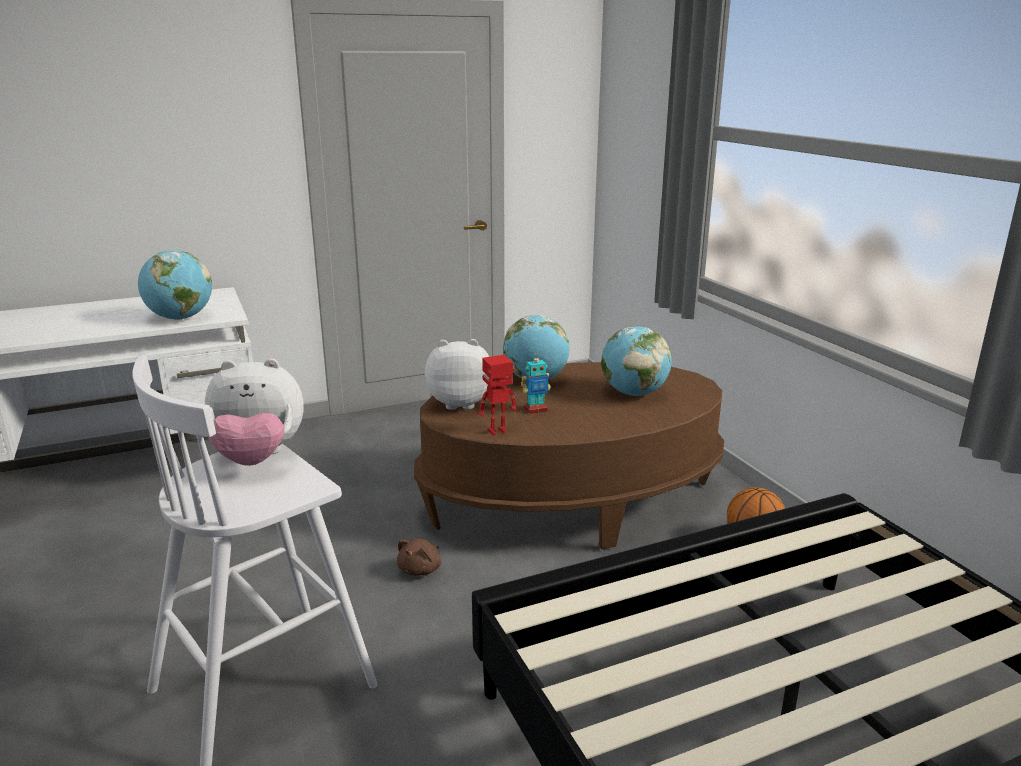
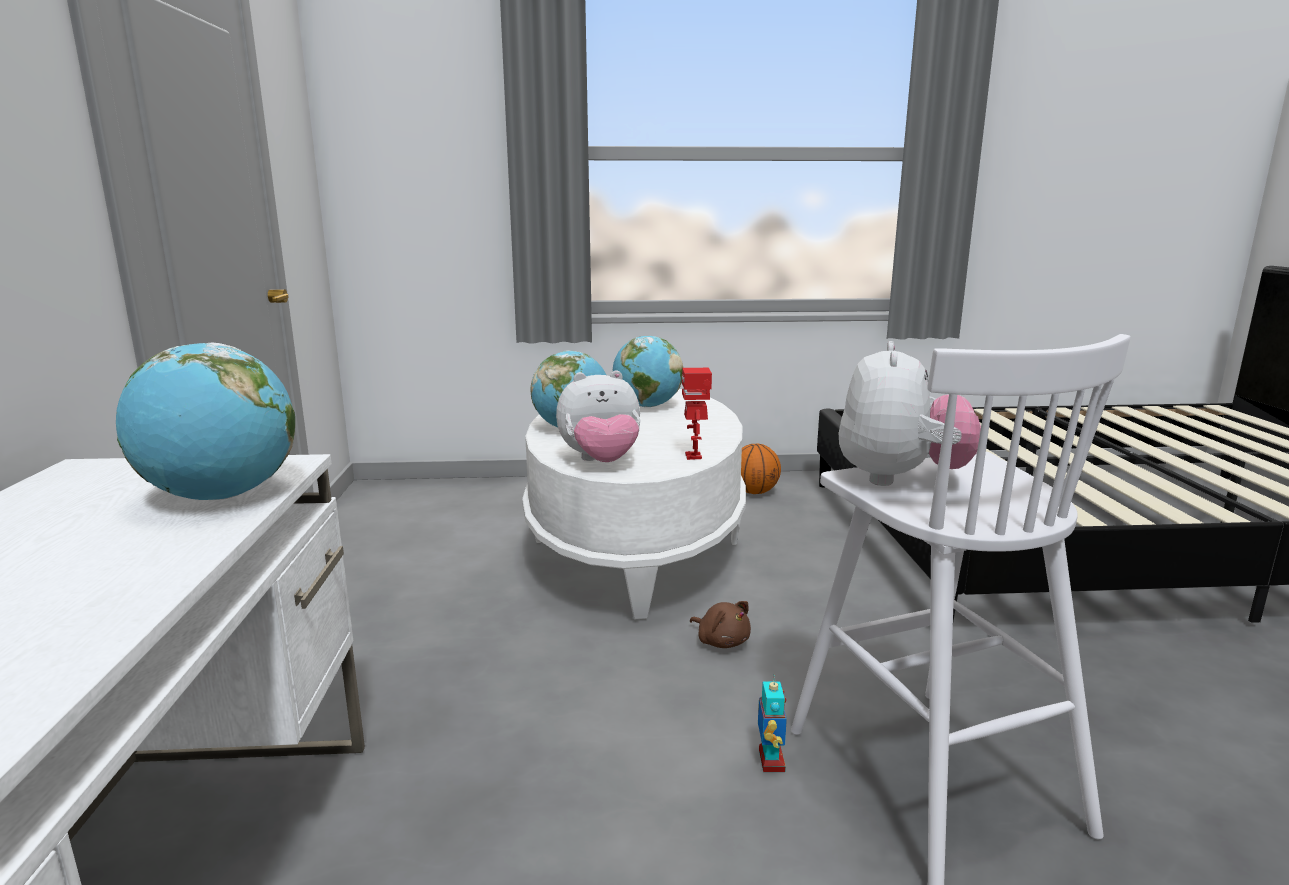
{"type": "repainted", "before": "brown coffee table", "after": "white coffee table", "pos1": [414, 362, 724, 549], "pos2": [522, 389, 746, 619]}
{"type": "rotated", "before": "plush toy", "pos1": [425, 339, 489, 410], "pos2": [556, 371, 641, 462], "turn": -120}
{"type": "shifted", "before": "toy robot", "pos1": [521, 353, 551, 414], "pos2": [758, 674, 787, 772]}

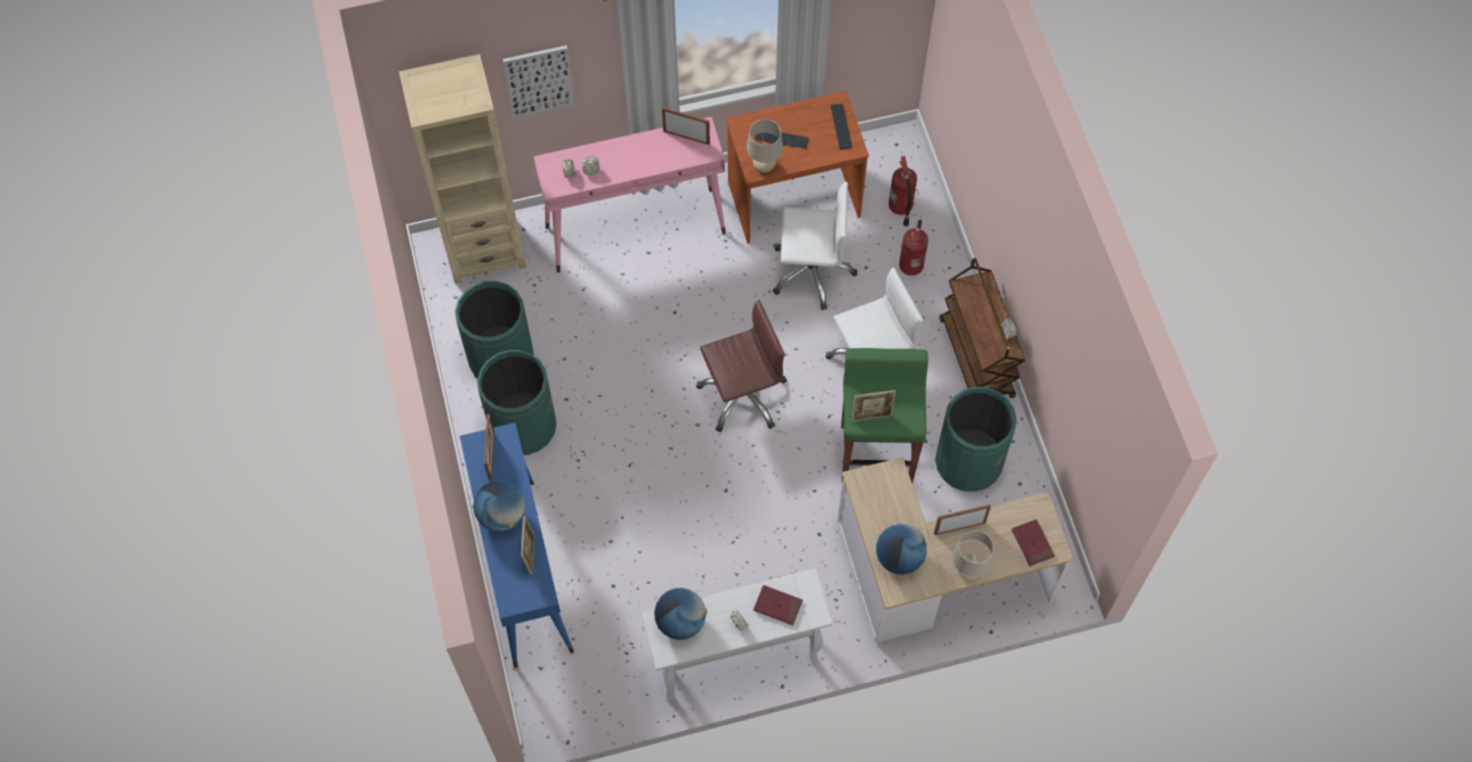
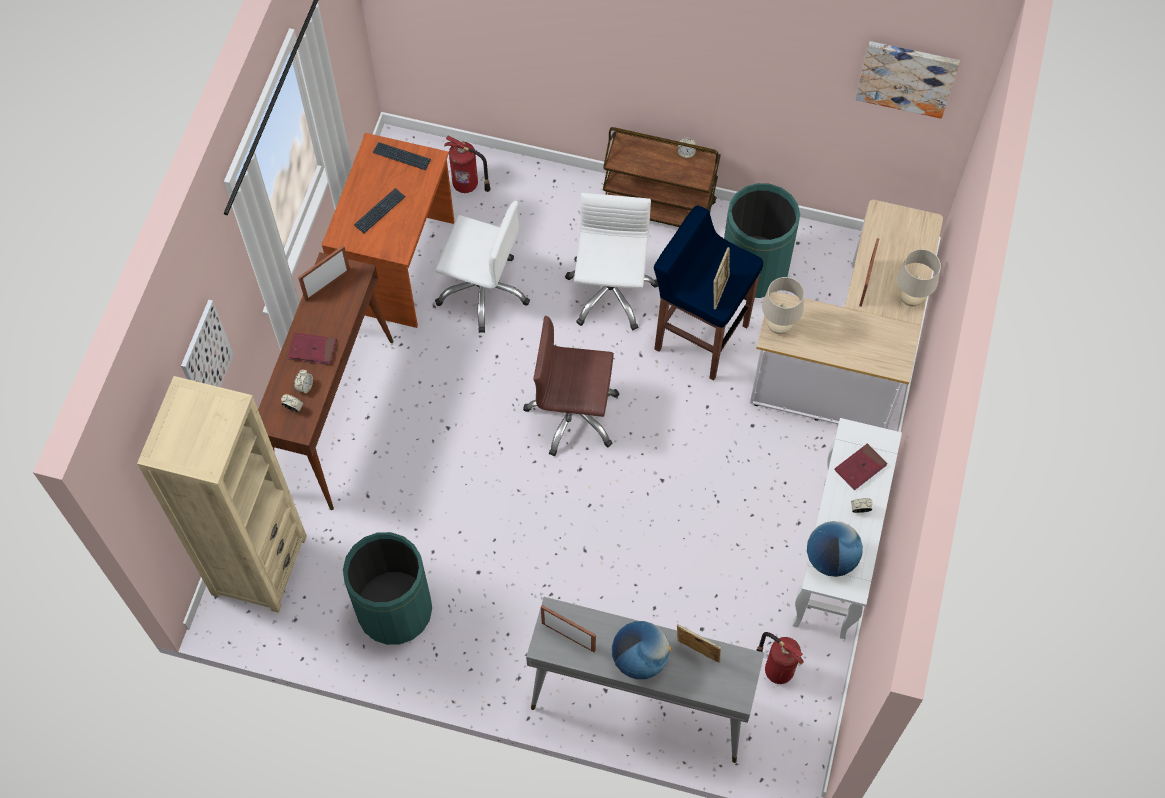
{"type": "repainted", "before": "blue console table", "after": "grey console table", "pos1": [460, 423, 574, 668], "pos2": [526, 597, 764, 763]}
{"type": "gone", "before": "green trash can", "pos1": [477, 350, 557, 455]}
{"type": "repainted", "before": "pink console table", "after": "brown console table", "pos1": [534, 117, 726, 273], "pos2": [258, 252, 394, 510]}
{"type": "rotated", "before": "brown office chair", "pos1": [696, 300, 787, 432], "pos2": [523, 315, 619, 456], "turn": -90}
{"type": "shifted", "before": "beige table lamp", "pos1": [747, 119, 783, 173], "pos2": [762, 277, 804, 334]}
{"type": "rotated", "before": "white office chair", "pos1": [773, 182, 857, 310], "pos2": [435, 201, 530, 333], "turn": 75}
{"type": "repainted", "before": "green stool", "after": "blue stool", "pos1": [841, 348, 928, 483], "pos2": [654, 205, 763, 380]}
{"type": "gone", "before": "globe", "pos1": [876, 524, 927, 574]}
{"type": "shifted", "before": "fire extinguisher", "pos1": [899, 220, 928, 276], "pos2": [756, 632, 804, 684]}
{"type": "shifted", "before": "red book", "pos1": [1012, 519, 1055, 566], "pos2": [287, 332, 337, 365]}
{"type": "new", "after": "picture", "pos2": [855, 41, 960, 119]}

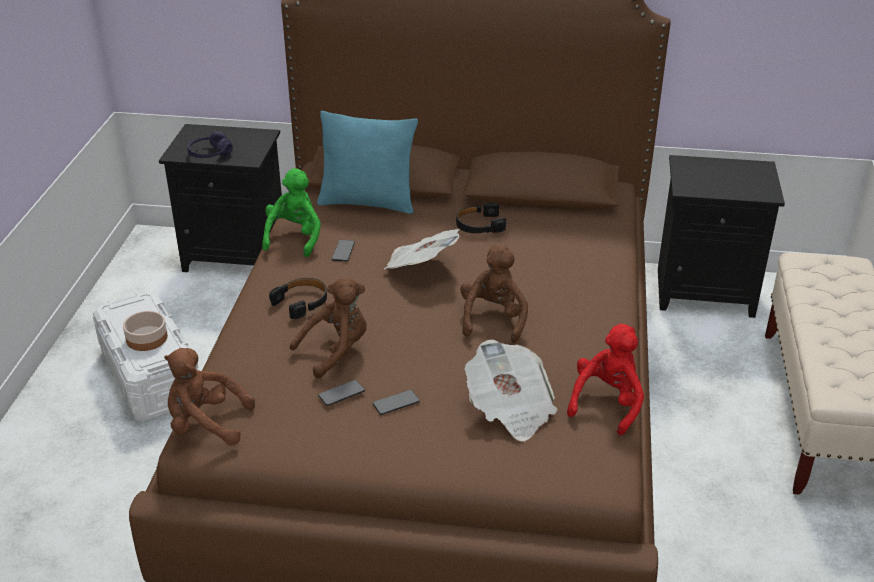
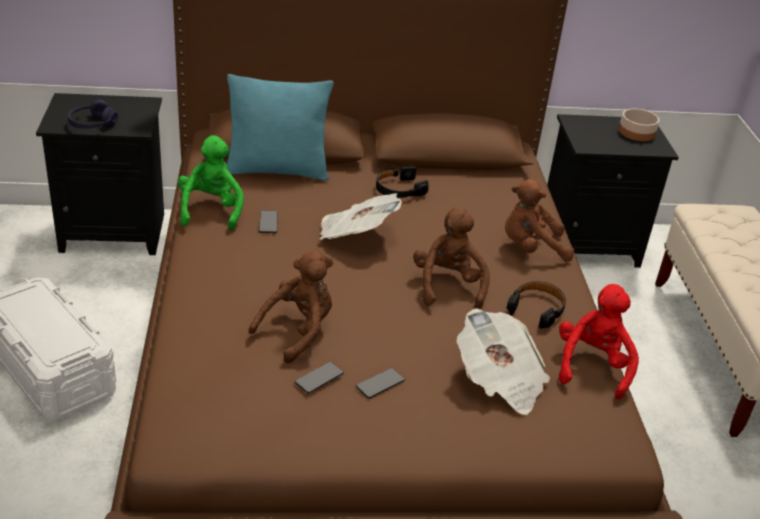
{"type": "shifted", "before": "bowl", "pos1": [123, 311, 168, 351], "pos2": [619, 108, 660, 141]}
{"type": "shifted", "before": "brown plush toy", "pos1": [164, 348, 255, 446], "pos2": [505, 179, 574, 262]}
{"type": "shifted", "before": "black headphones", "pos1": [269, 278, 327, 319], "pos2": [507, 281, 566, 329]}

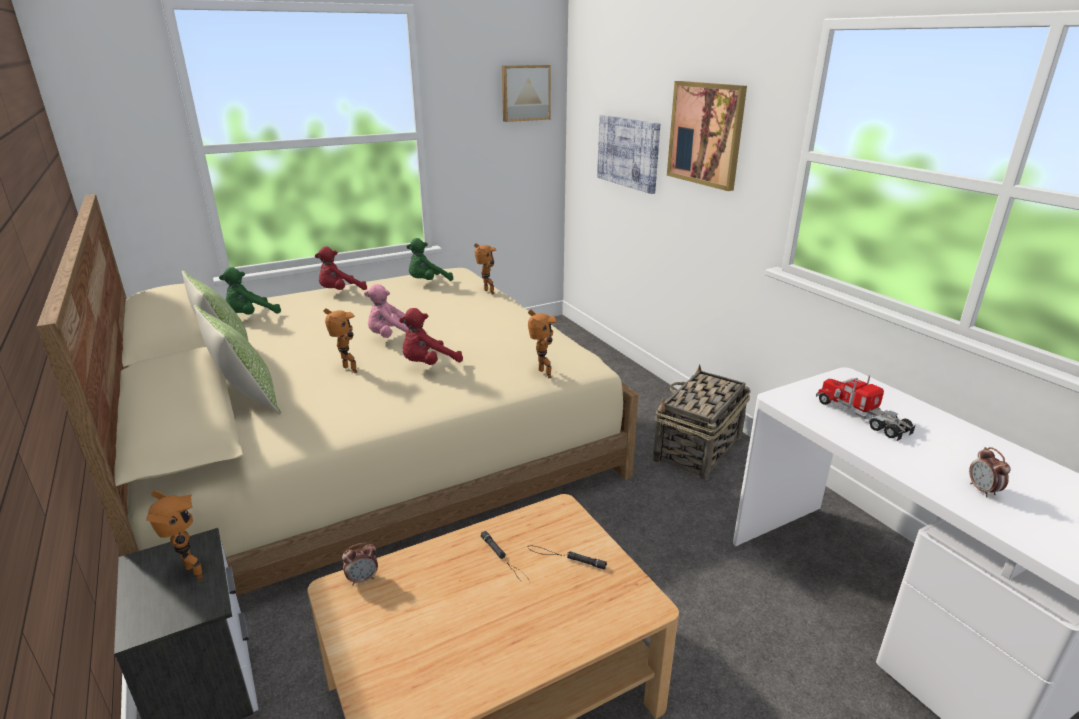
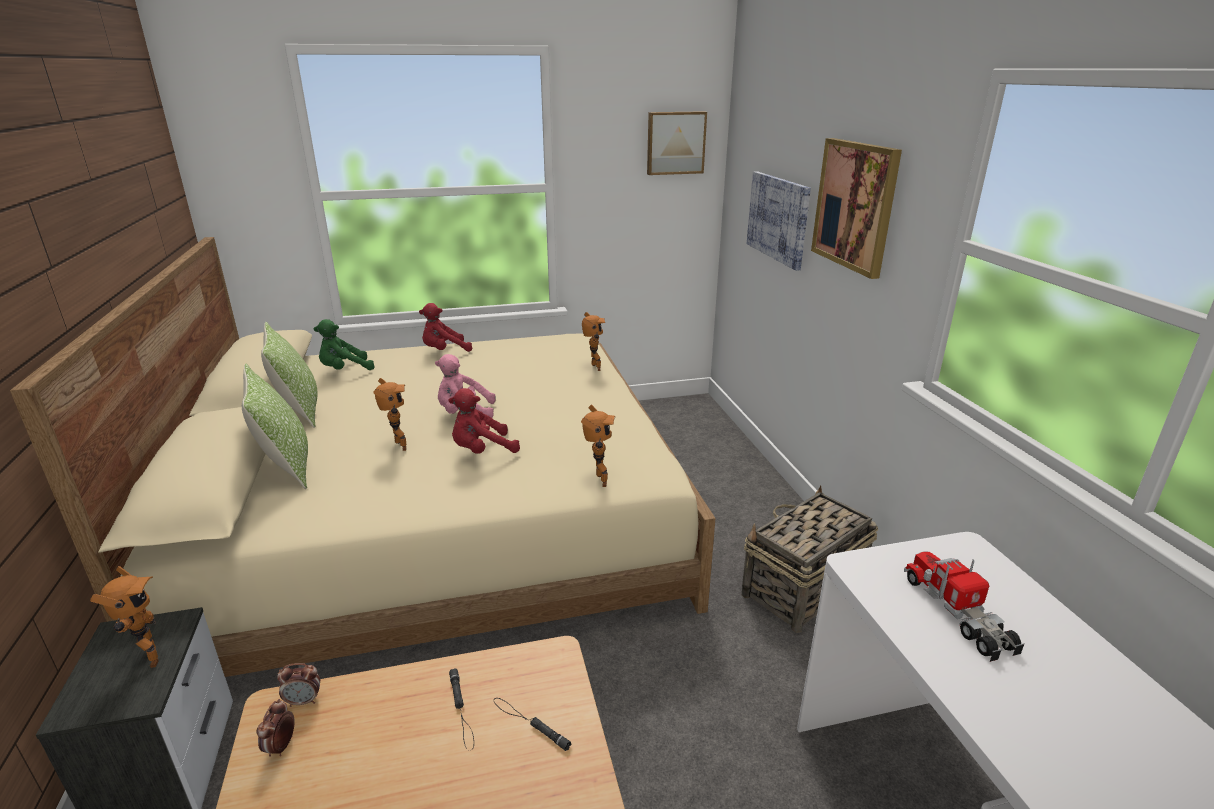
{"type": "gone", "before": "green plush toy", "pos1": [406, 238, 453, 281]}
{"type": "shifted", "before": "alarm clock", "pos1": [969, 447, 1011, 497], "pos2": [257, 699, 295, 757]}

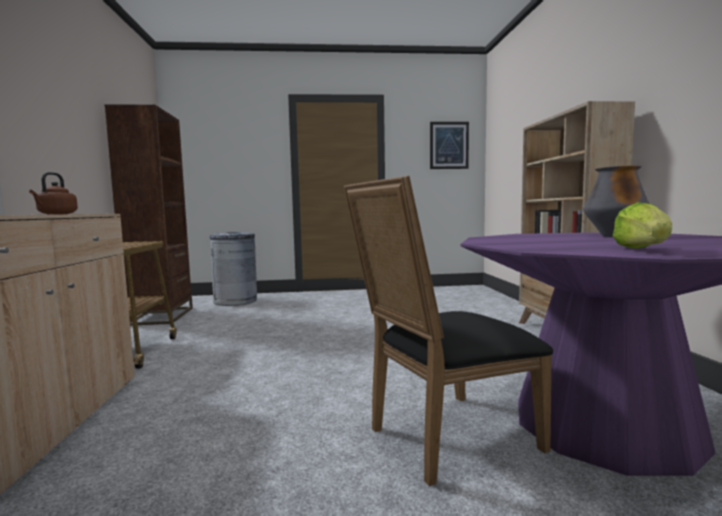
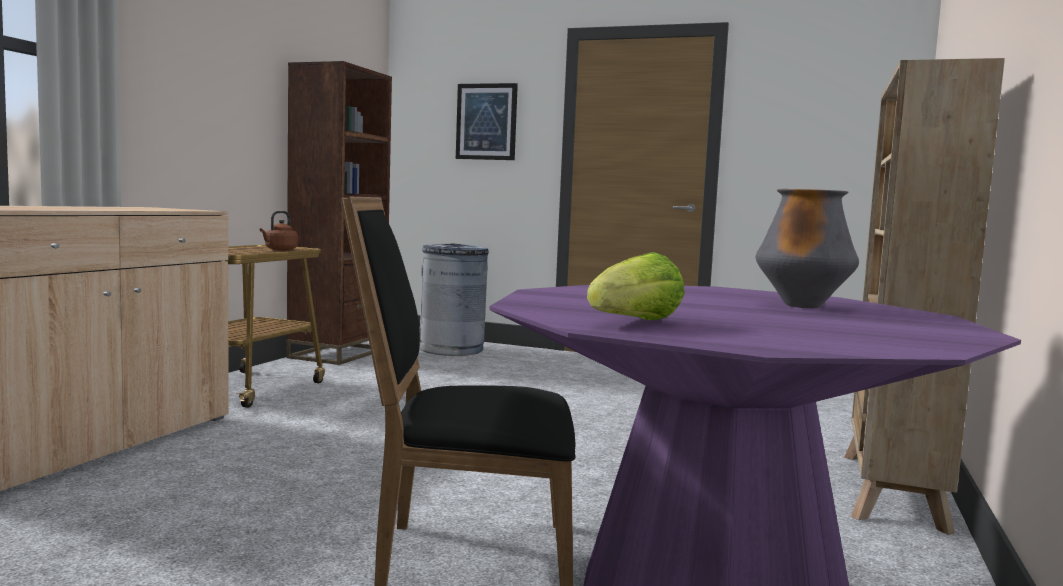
{"type": "shifted", "before": "brown kettle", "pos1": [29, 172, 78, 215], "pos2": [260, 211, 298, 251]}
{"type": "shifted", "before": "picture", "pos1": [430, 122, 469, 169], "pos2": [456, 83, 518, 160]}

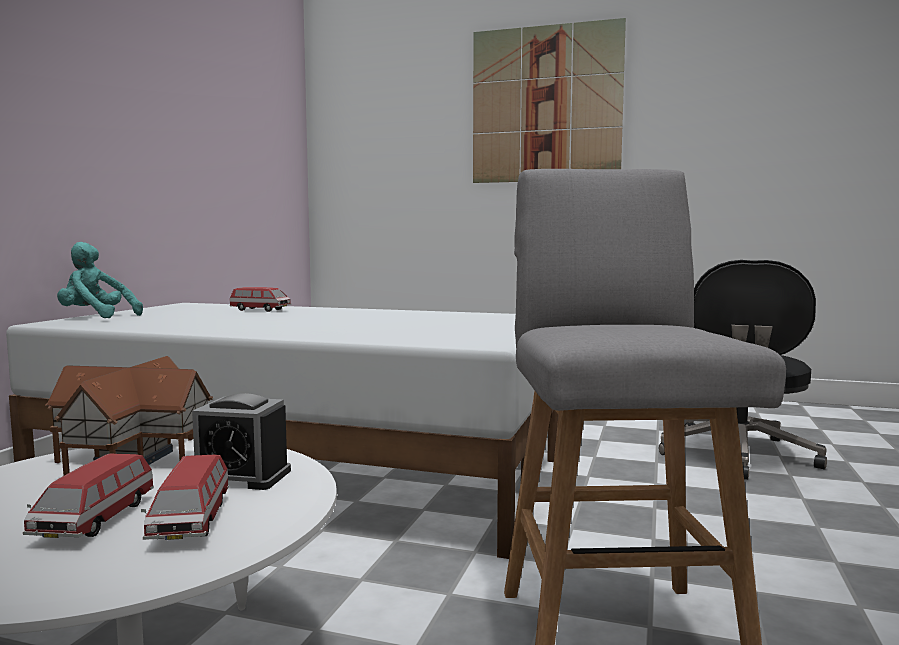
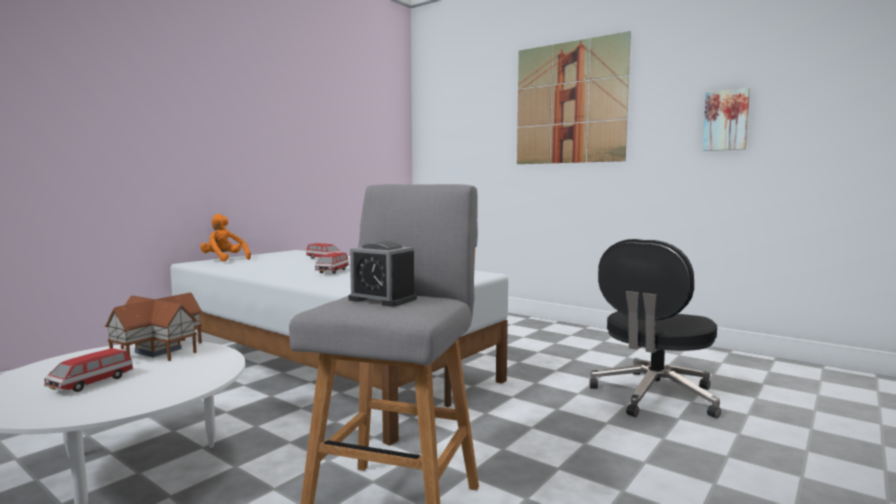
{"type": "repainted", "before": "turquoise plush toy", "after": "orange plush toy", "pos1": [57, 242, 143, 318], "pos2": [200, 214, 251, 262]}
{"type": "shifted", "before": "toy car", "pos1": [141, 455, 229, 540], "pos2": [315, 252, 349, 274]}
{"type": "shifted", "before": "alarm clock", "pos1": [192, 393, 291, 490], "pos2": [349, 241, 417, 307]}
{"type": "new", "after": "picture", "pos2": [702, 88, 750, 151]}

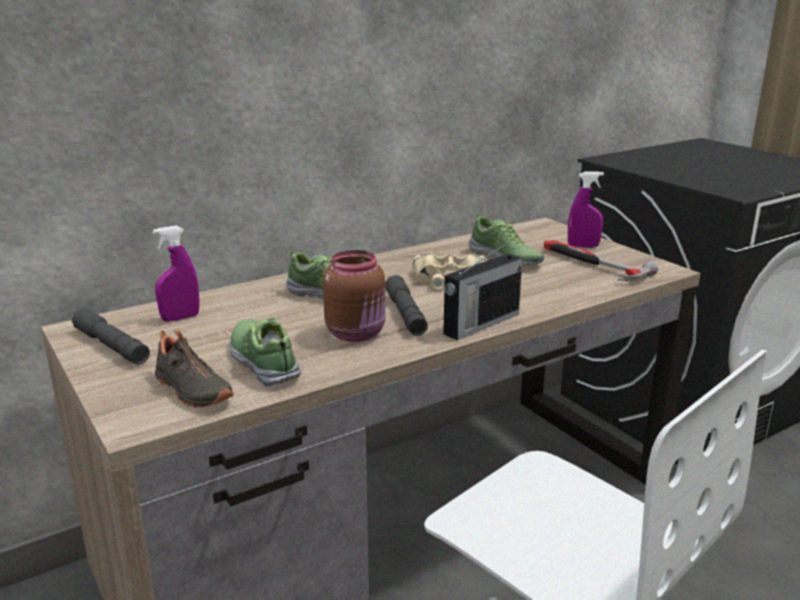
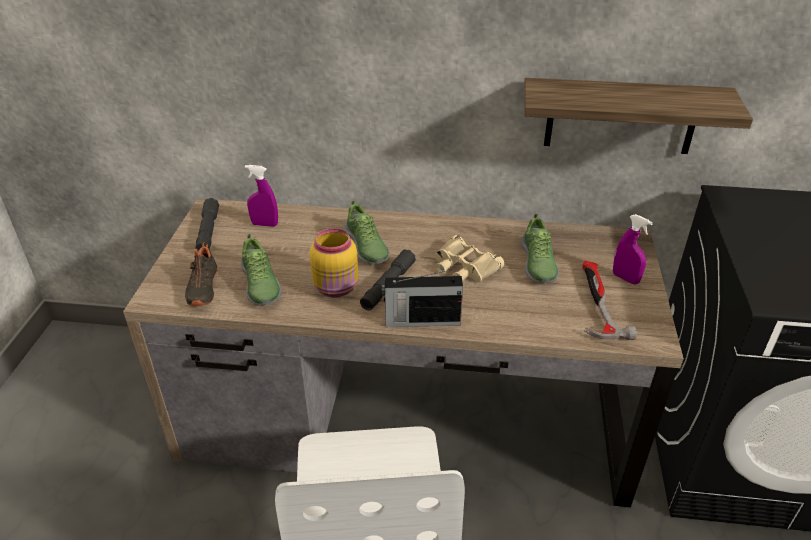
{"type": "rotated", "before": "shoe", "pos1": [230, 317, 301, 386], "pos2": [241, 234, 282, 305], "turn": 150}
{"type": "repainted", "before": "brown jar", "after": "yellow jar", "pos1": [323, 250, 385, 342], "pos2": [310, 228, 358, 297]}
{"type": "new", "after": "shelf", "pos2": [524, 78, 753, 154]}

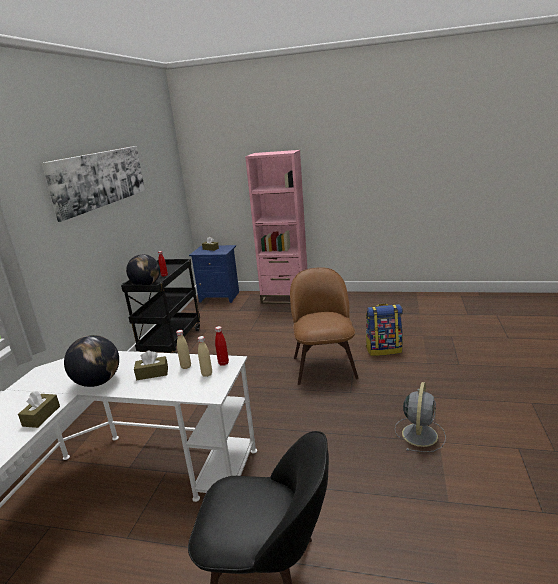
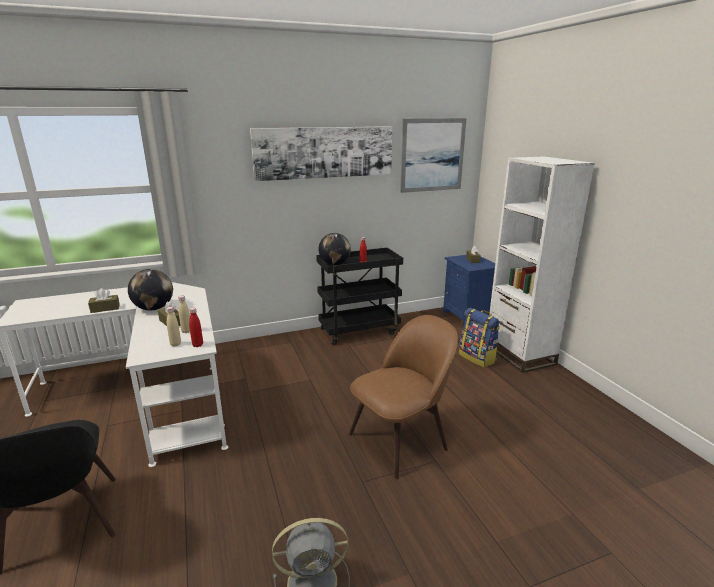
{"type": "repainted", "before": "pink bookcase", "after": "white bookcase", "pos1": [245, 150, 307, 304], "pos2": [490, 156, 595, 373]}
{"type": "shifted", "before": "backpack", "pos1": [366, 304, 403, 356], "pos2": [459, 308, 500, 367]}
{"type": "new", "after": "picture", "pos2": [400, 118, 466, 193]}

